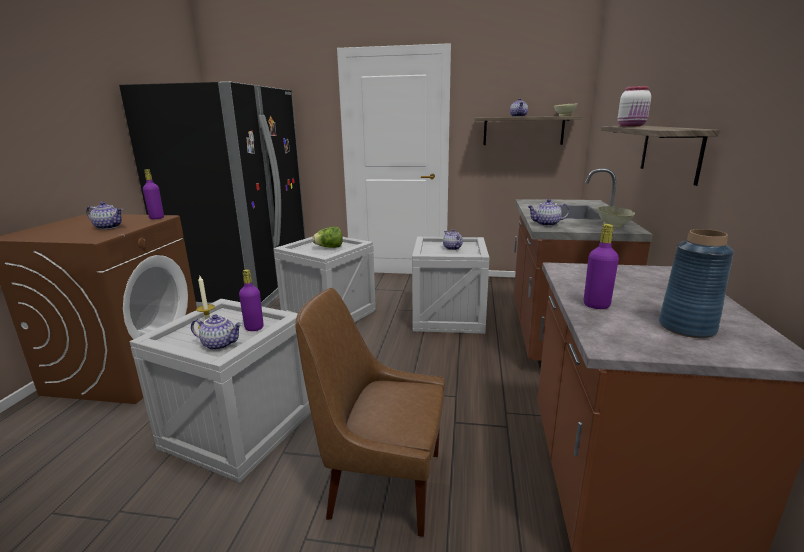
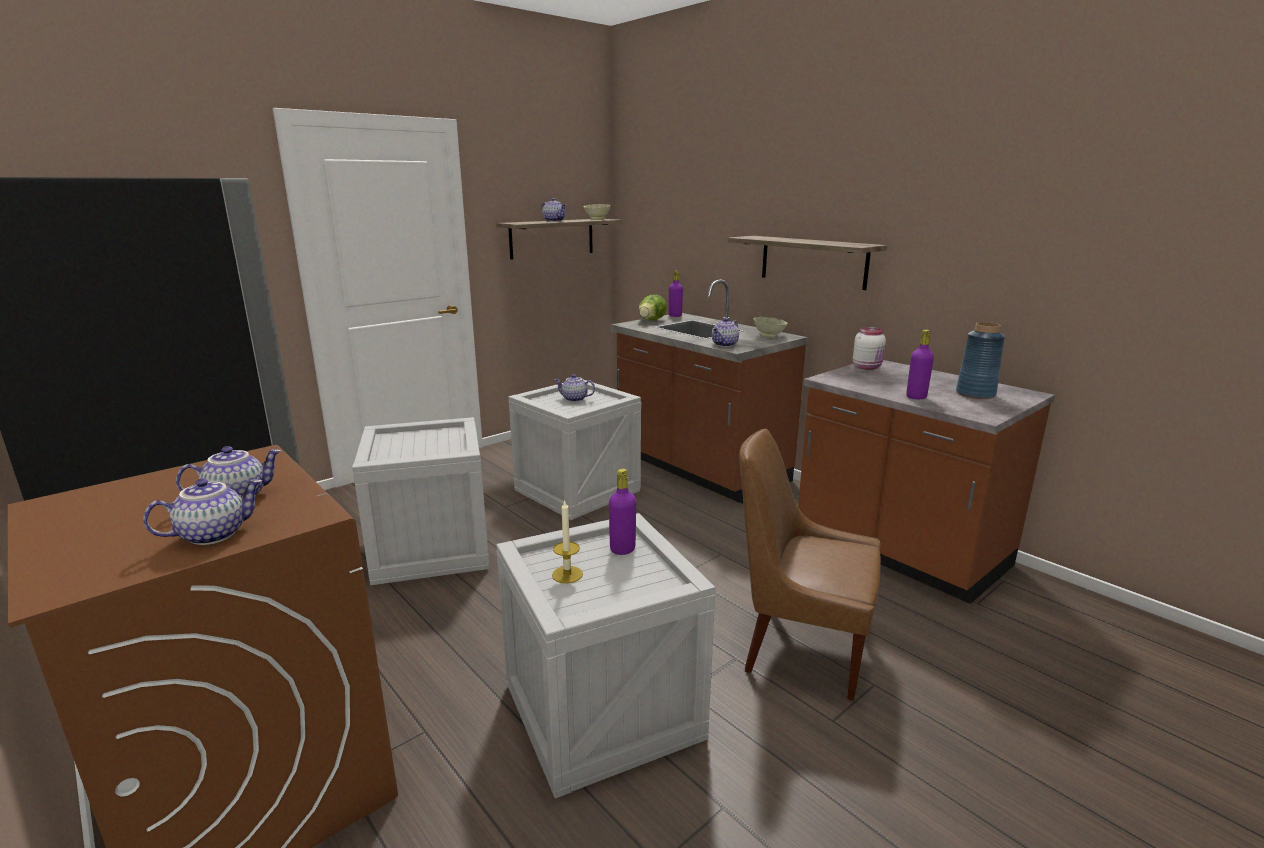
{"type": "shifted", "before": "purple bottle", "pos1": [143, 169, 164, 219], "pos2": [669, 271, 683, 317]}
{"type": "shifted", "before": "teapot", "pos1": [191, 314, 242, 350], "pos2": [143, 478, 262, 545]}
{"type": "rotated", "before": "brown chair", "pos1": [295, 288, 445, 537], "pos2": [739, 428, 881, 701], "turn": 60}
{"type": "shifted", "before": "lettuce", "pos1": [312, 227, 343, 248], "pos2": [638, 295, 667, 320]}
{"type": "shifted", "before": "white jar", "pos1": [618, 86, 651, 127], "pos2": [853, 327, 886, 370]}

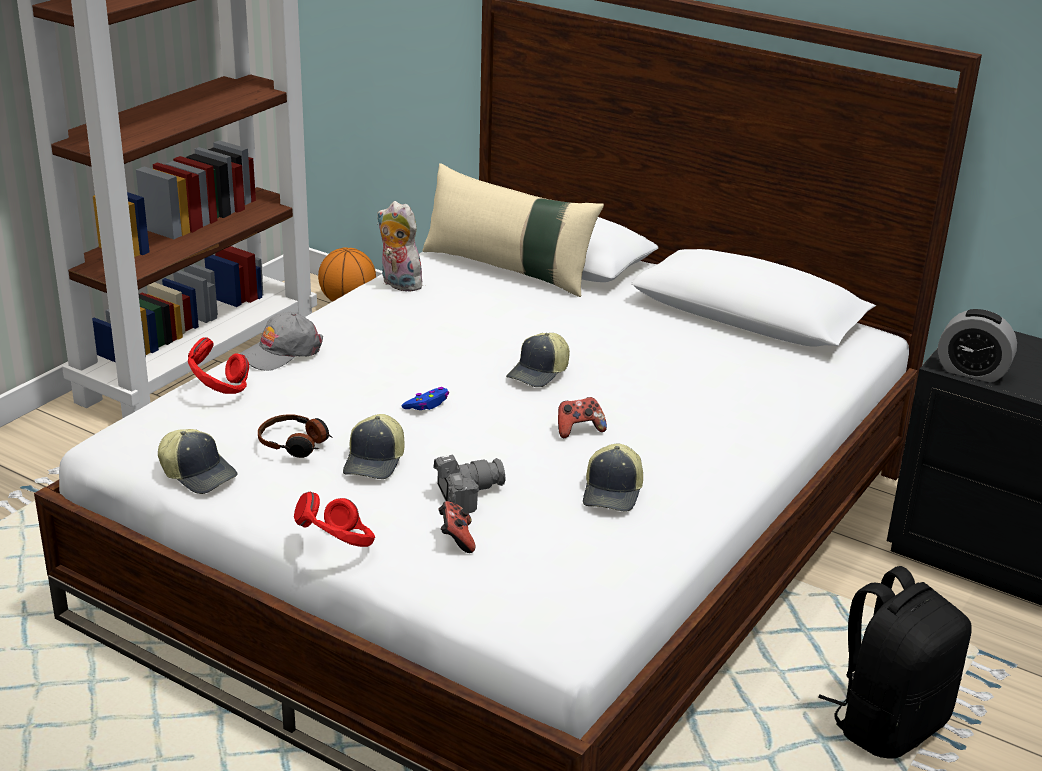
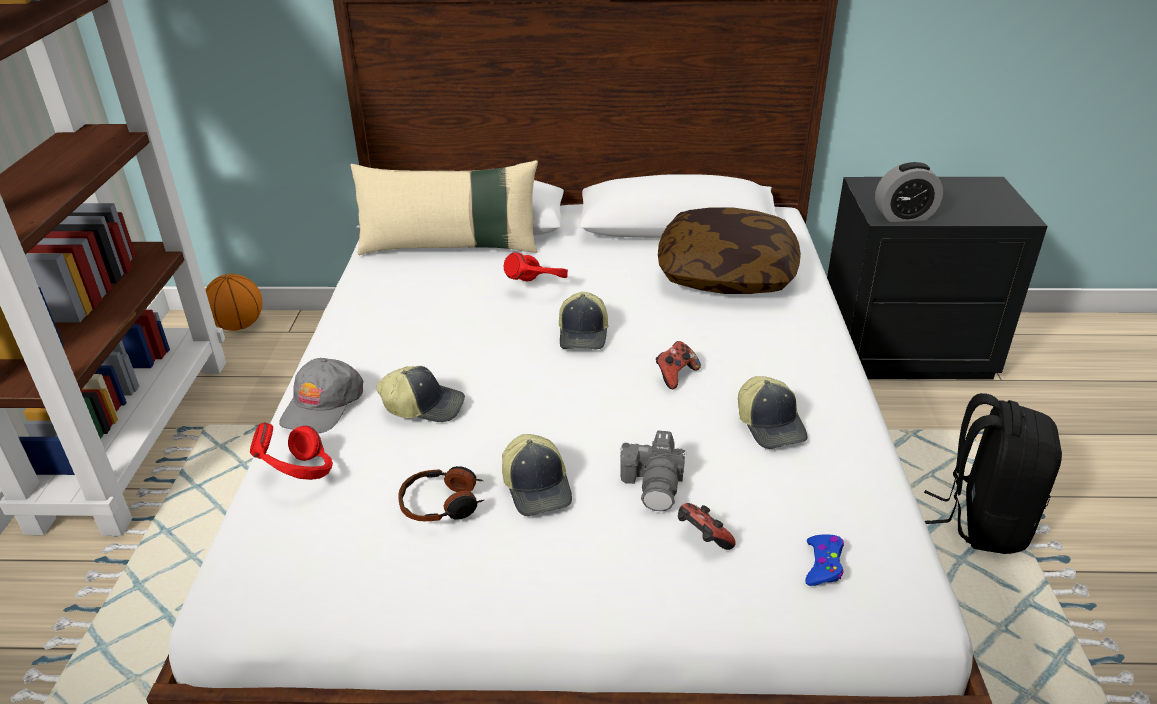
{"type": "shifted", "before": "cap", "pos1": [158, 429, 238, 494], "pos2": [376, 366, 465, 422]}
{"type": "shifted", "before": "red headphones", "pos1": [294, 491, 375, 547], "pos2": [504, 252, 568, 281]}
{"type": "gone", "before": "plush toy", "pos1": [377, 201, 422, 292]}
{"type": "shifted", "before": "blue game controller", "pos1": [402, 387, 449, 410], "pos2": [805, 534, 844, 586]}
{"type": "rotated", "before": "photo camera", "pos1": [433, 455, 505, 513], "pos2": [620, 430, 687, 511], "turn": 150}
{"type": "new", "after": "pillow", "pos2": [658, 207, 801, 294]}

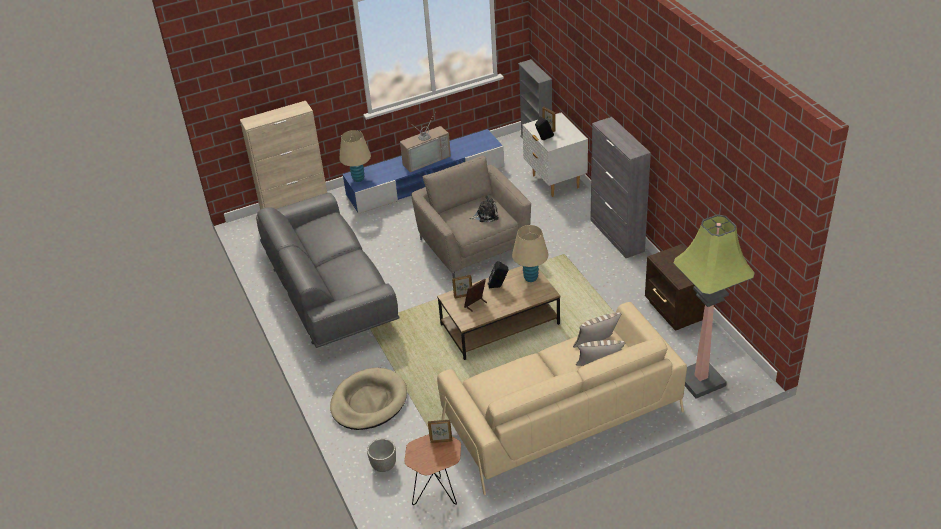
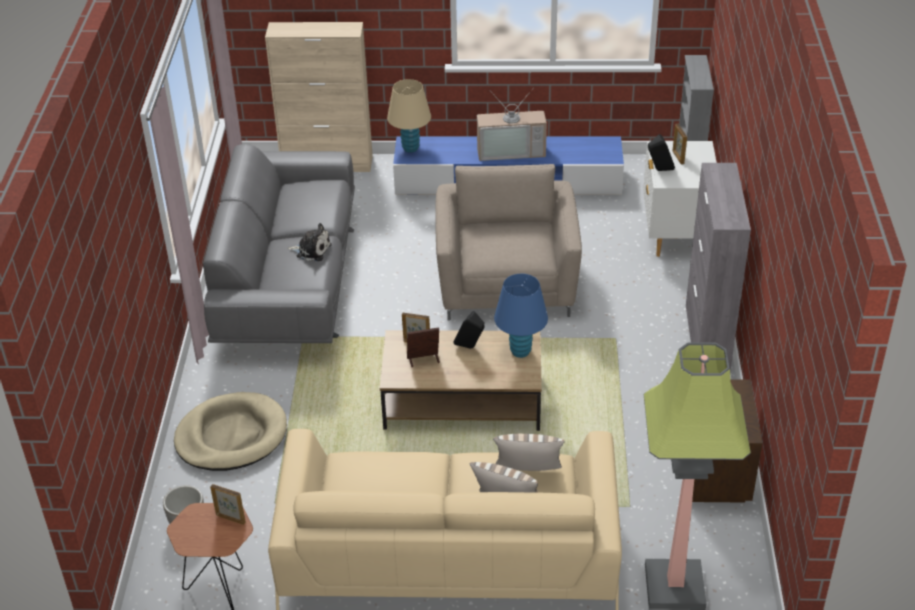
{"type": "shifted", "before": "plush toy", "pos1": [469, 196, 499, 222], "pos2": [287, 223, 332, 261]}
{"type": "repainted", "before": "beige table lamp", "after": "blue table lamp", "pos1": [512, 225, 548, 282], "pos2": [494, 274, 548, 358]}

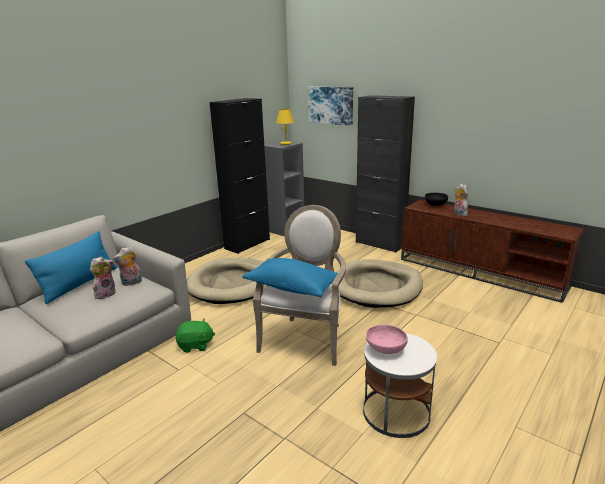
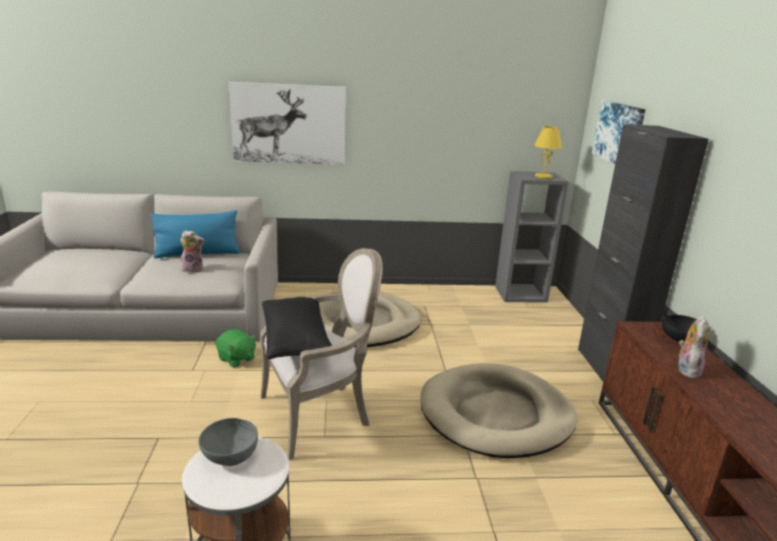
{"type": "gone", "before": "plush toy", "pos1": [113, 246, 142, 286]}
{"type": "gone", "before": "black cabinet", "pos1": [210, 98, 270, 254]}
{"type": "repainted", "before": "blue pillow", "after": "black pillow", "pos1": [242, 258, 338, 297], "pos2": [262, 297, 332, 359]}
{"type": "repainted", "before": "pink bowl", "after": "grey bowl", "pos1": [366, 325, 408, 354], "pos2": [199, 418, 258, 466]}
{"type": "new", "after": "picture", "pos2": [229, 82, 346, 165]}

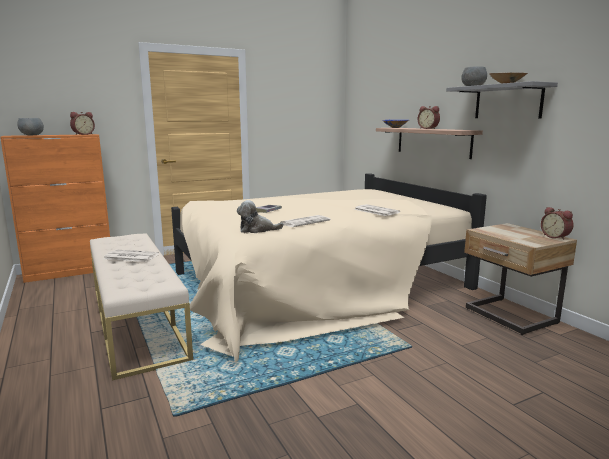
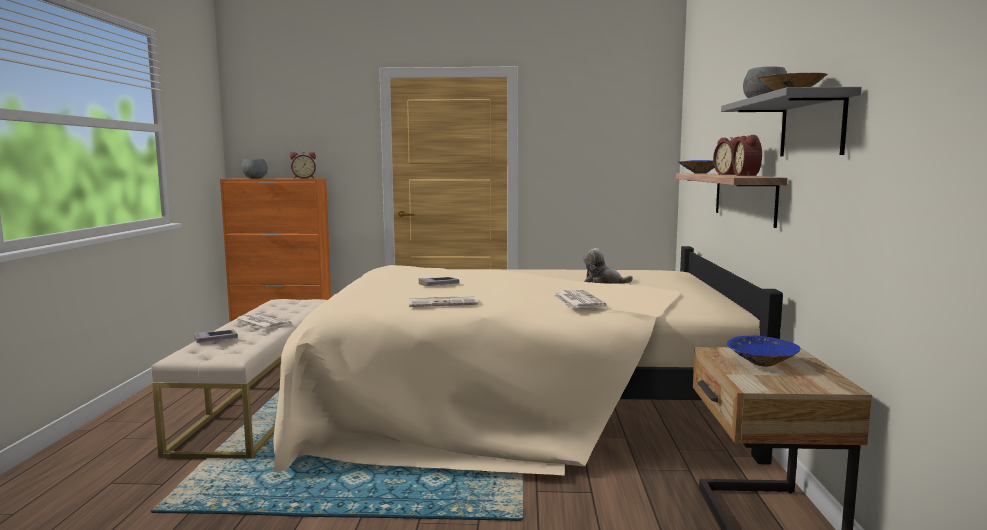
{"type": "shifted", "before": "plush toy", "pos1": [237, 200, 284, 233], "pos2": [583, 248, 633, 284]}
{"type": "shifted", "before": "alarm clock", "pos1": [541, 207, 574, 240], "pos2": [732, 135, 762, 176]}
{"type": "new", "after": "book", "pos2": [194, 330, 238, 343]}
{"type": "new", "after": "blue bowl", "pos2": [727, 336, 801, 367]}

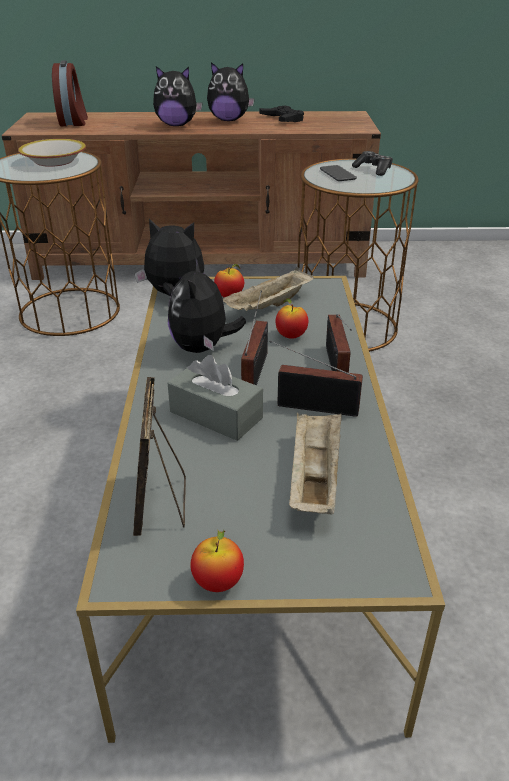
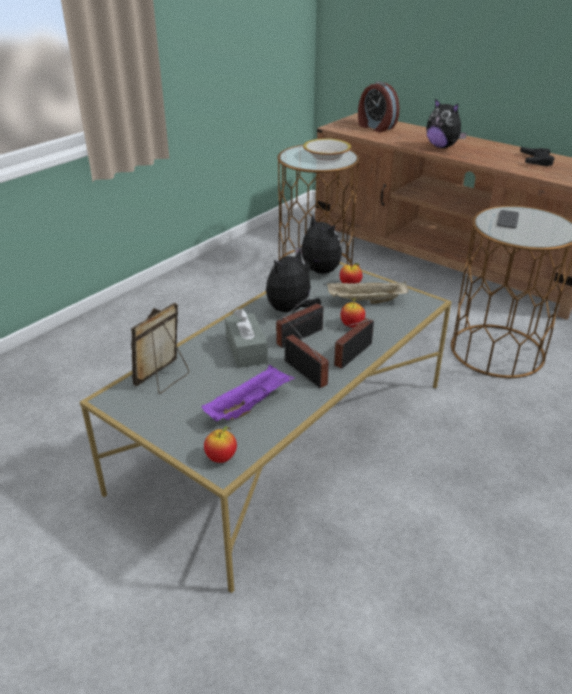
{"type": "rotated", "before": "alarm clock", "pos1": [52, 60, 88, 126], "pos2": [358, 81, 400, 132], "turn": 105}
{"type": "shifted", "before": "apple", "pos1": [190, 530, 244, 592], "pos2": [204, 426, 237, 463]}
{"type": "gone", "before": "plush toy", "pos1": [207, 62, 255, 121]}
{"type": "repainted", "before": "beige tray", "after": "purple tray", "pos1": [289, 413, 342, 514], "pos2": [202, 365, 295, 421]}
{"type": "gone", "before": "game controller", "pos1": [352, 151, 393, 176]}

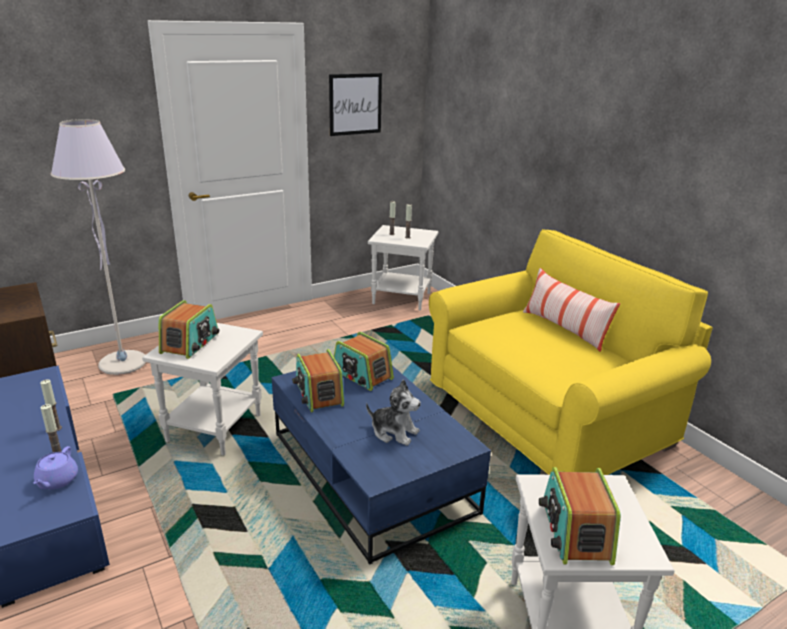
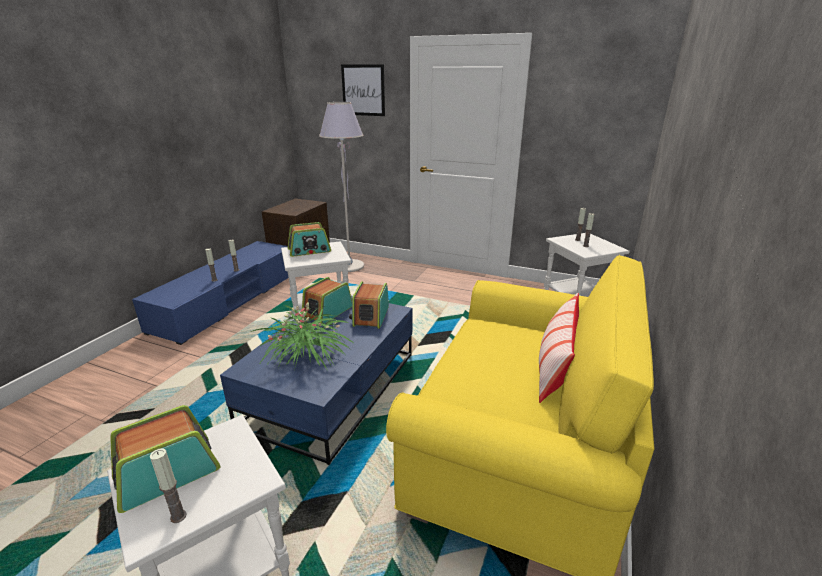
{"type": "gone", "before": "purple teapot", "pos1": [34, 446, 78, 489]}
{"type": "shifted", "before": "picture", "pos1": [329, 73, 382, 136], "pos2": [341, 64, 385, 116]}
{"type": "swapped", "before": "plush toy", "after": "potted plant", "pos1": [366, 379, 421, 446], "pos2": [251, 302, 353, 370]}
{"type": "new", "after": "candle", "pos2": [150, 448, 187, 523]}

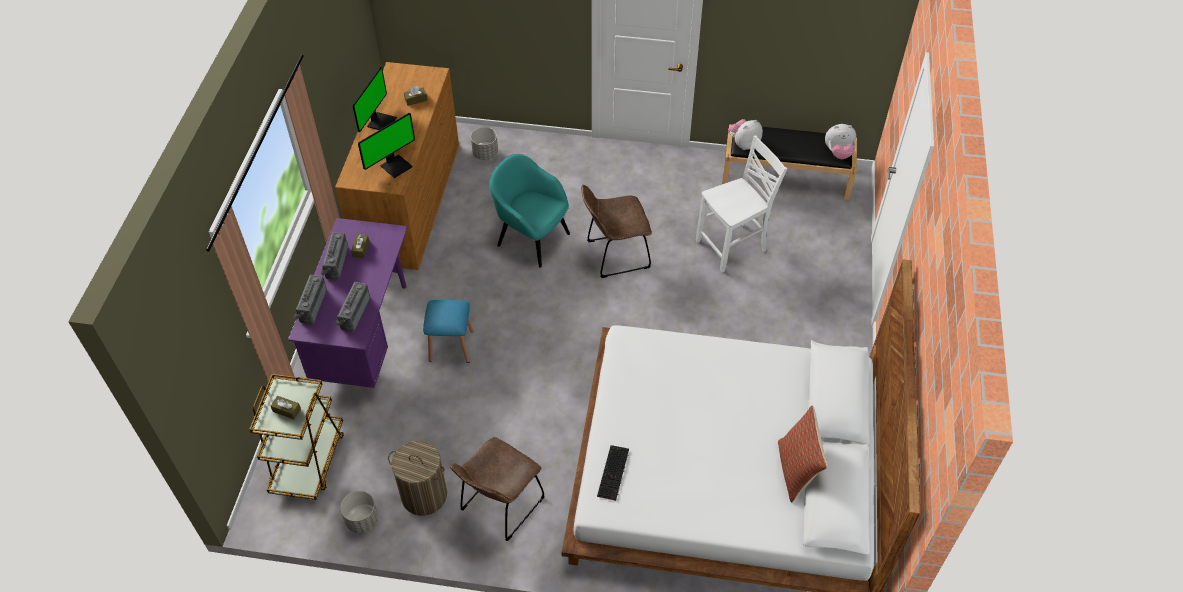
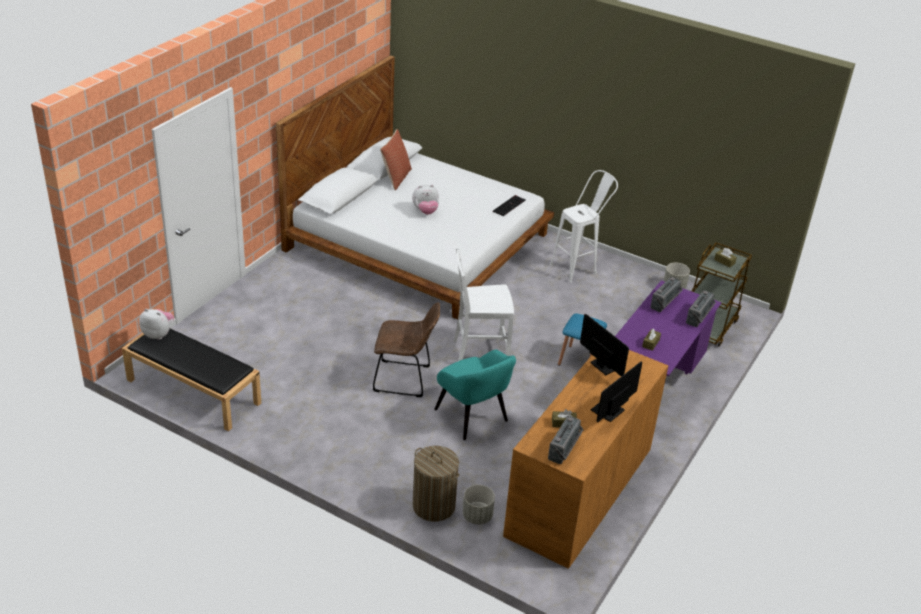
{"type": "shifted", "before": "radio", "pos1": [320, 232, 348, 280], "pos2": [548, 416, 584, 464]}
{"type": "rotated", "before": "monitor", "pos1": [358, 113, 415, 178], "pos2": [580, 314, 629, 376], "turn": 75}
{"type": "shifted", "before": "laundry basket", "pos1": [388, 441, 447, 516], "pos2": [413, 446, 460, 522]}
{"type": "swapped", "before": "brown chair", "after": "white stool", "pos1": [450, 437, 545, 541], "pos2": [550, 170, 618, 282]}
{"type": "shifted", "before": "white chair", "pos1": [696, 135, 787, 273], "pos2": [454, 247, 514, 361]}
{"type": "shifted", "before": "plush toy", "pos1": [728, 119, 763, 150], "pos2": [412, 185, 439, 215]}

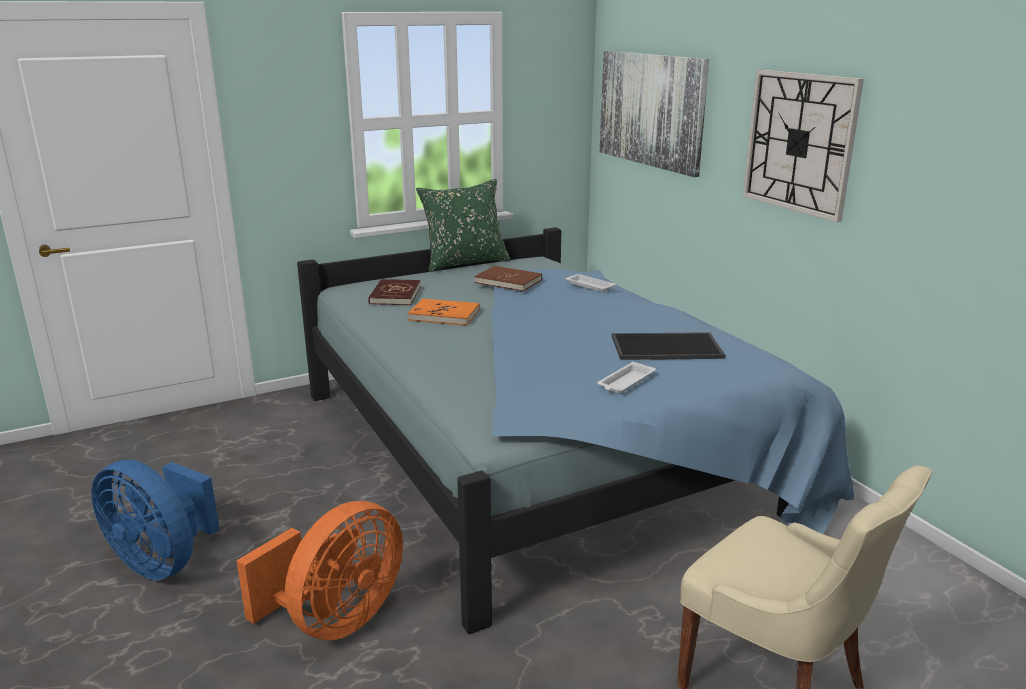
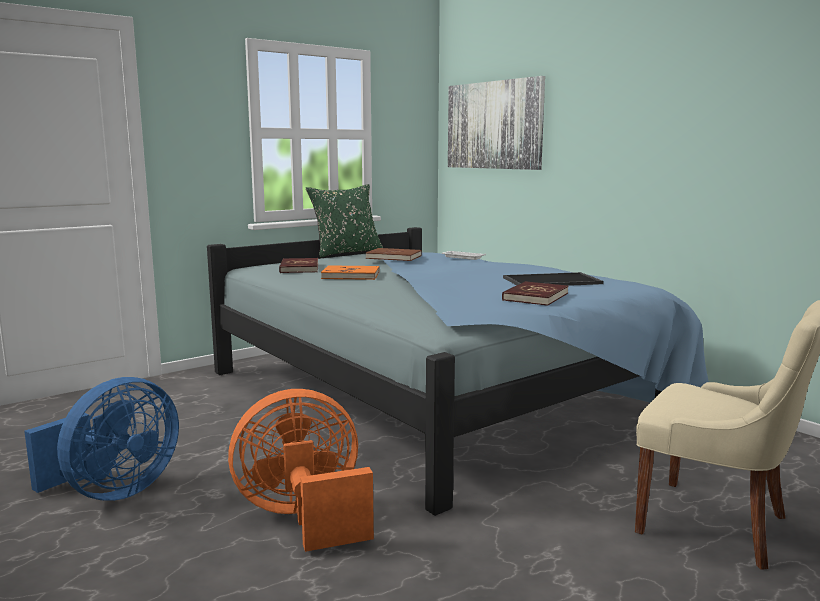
{"type": "rotated", "before": "blue fan", "pos1": [91, 460, 220, 580], "pos2": [24, 377, 179, 501], "turn": -75}
{"type": "rotated", "before": "orange fan", "pos1": [236, 501, 403, 640], "pos2": [228, 389, 374, 552], "turn": -135}
{"type": "swapped", "before": "white tray", "after": "red book", "pos1": [597, 362, 656, 394], "pos2": [502, 281, 569, 306]}
{"type": "gone", "before": "wall clock", "pos1": [743, 70, 864, 222]}

